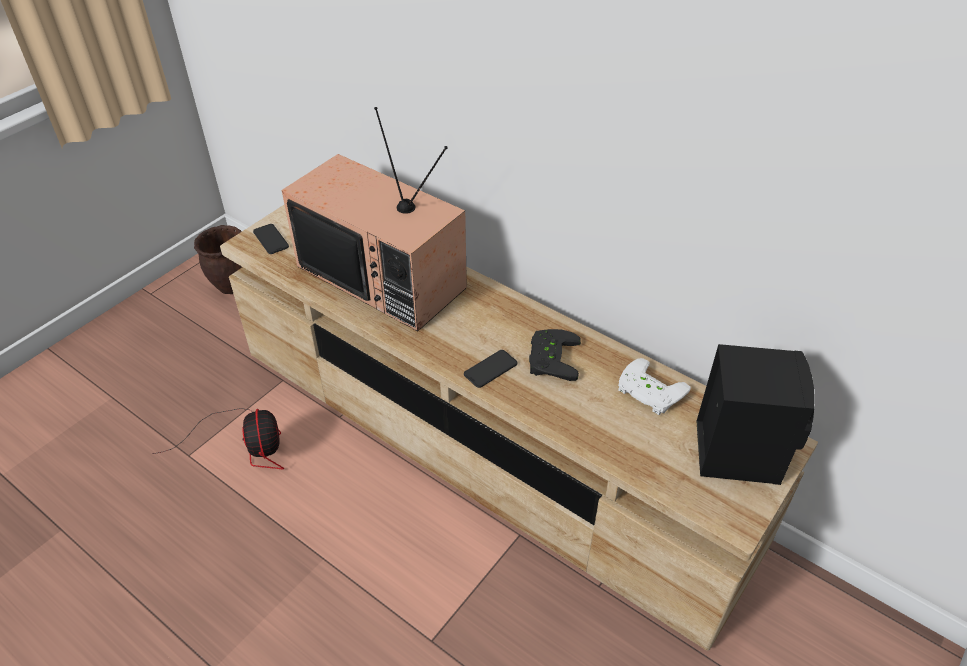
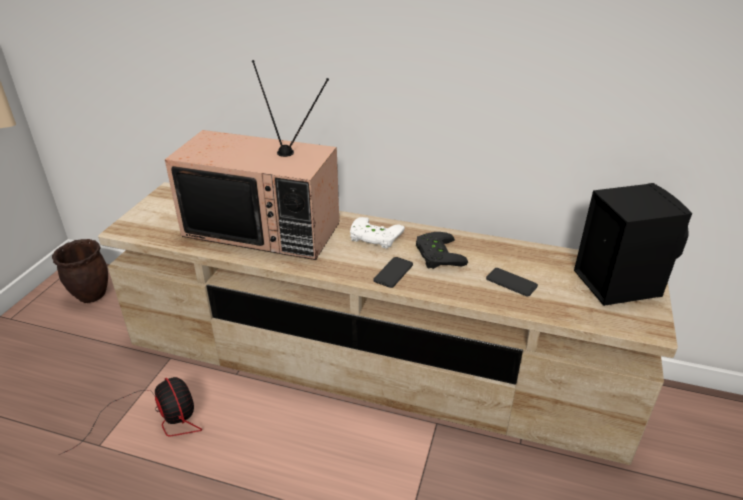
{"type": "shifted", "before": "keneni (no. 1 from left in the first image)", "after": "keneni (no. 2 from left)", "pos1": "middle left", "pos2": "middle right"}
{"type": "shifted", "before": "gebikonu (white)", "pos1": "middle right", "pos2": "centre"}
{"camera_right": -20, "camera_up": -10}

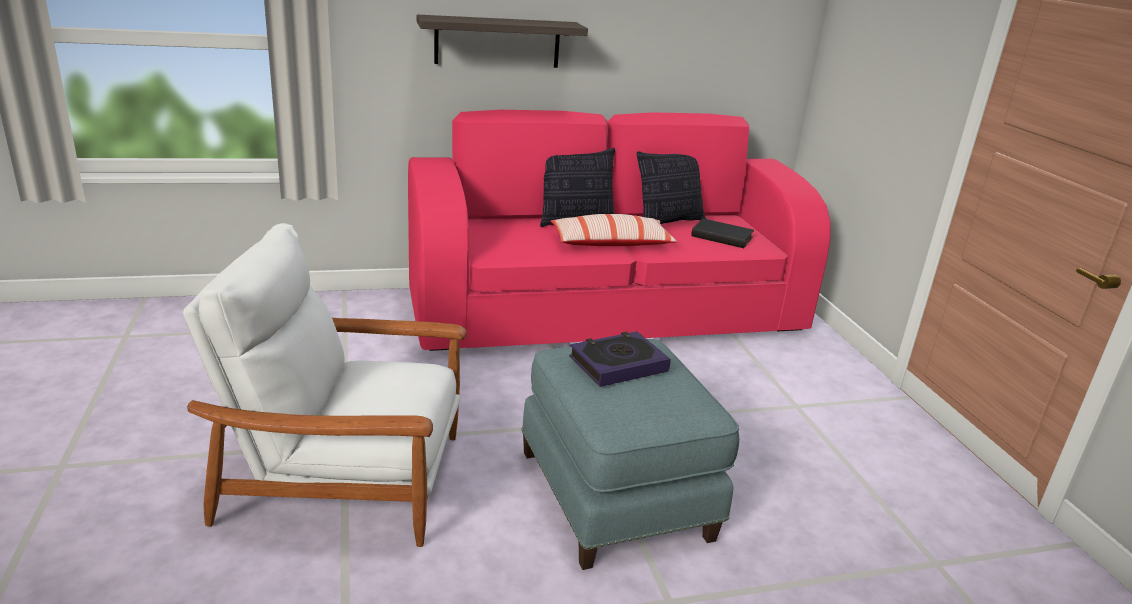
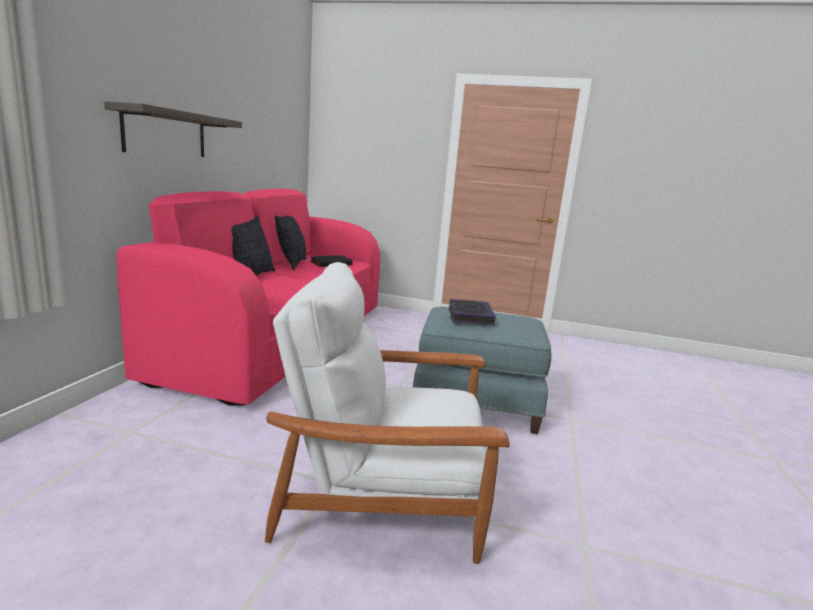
{"type": "gone", "before": "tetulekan (no. 2 from left)", "pos1": "centre"}
{"type": "rotated", "before": "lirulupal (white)", "pos1": "middle left", "pos2": "bottom centre", "turn": 60}
{"camera_right": -60, "camera_up": -10}

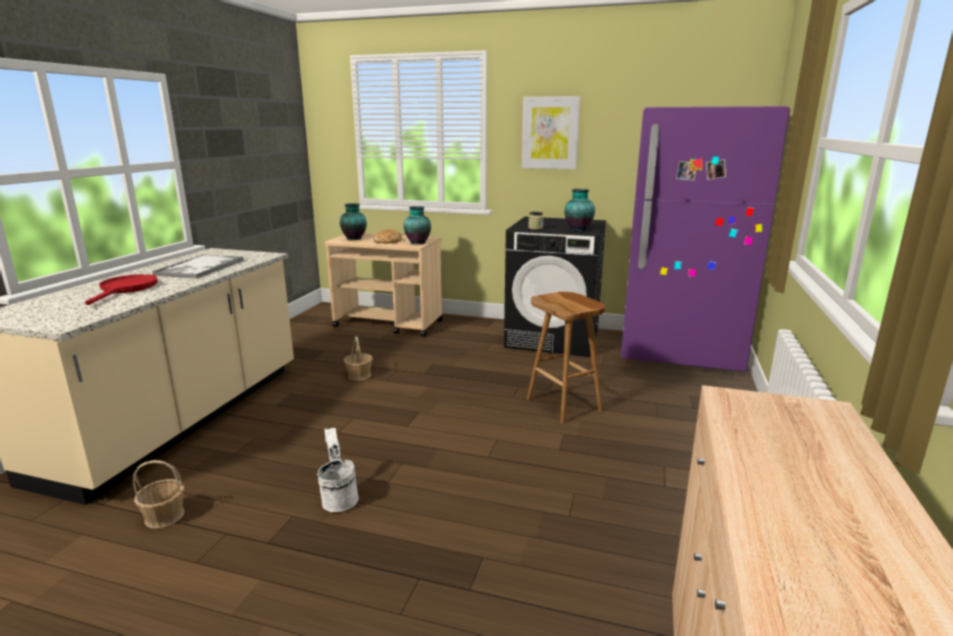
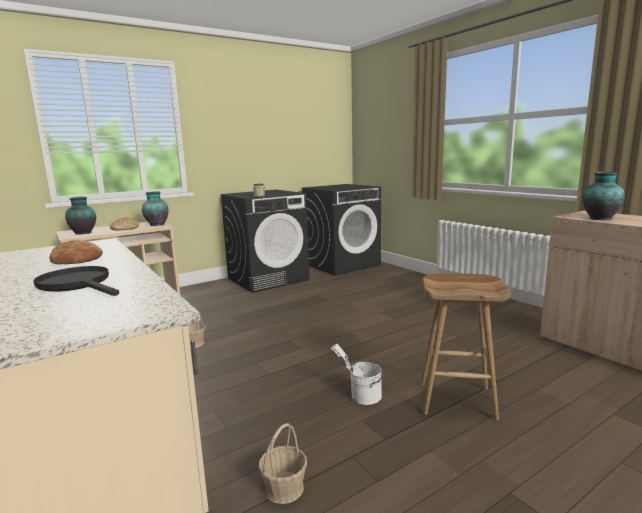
{"type": "gone", "before": "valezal", "pos1": "top centre"}
{"type": "swapped", "before": "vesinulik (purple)", "after": "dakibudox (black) (no. 2 from left)", "pos1": "middle right", "pos2": "centre"}
{"type": "shifted", "before": "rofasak (no. 3 from left)", "pos1": "top centre", "pos2": "middle right"}
{"type": "swapped", "before": "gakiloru", "after": "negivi (no. 1 from left)", "pos1": "middle left", "pos2": "middle left"}
{"type": "repainted", "before": "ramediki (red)", "after": "ramediki (black)", "pos1": "middle left", "pos2": "middle left"}
{"type": "shifted", "before": "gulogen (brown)", "pos1": "centre", "pos2": "bottom right"}
{"camera_right": -50, "camera_up": -5}

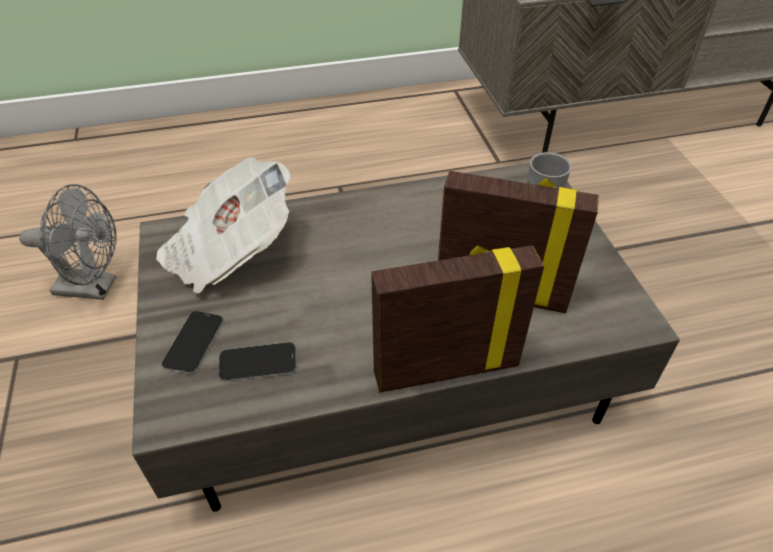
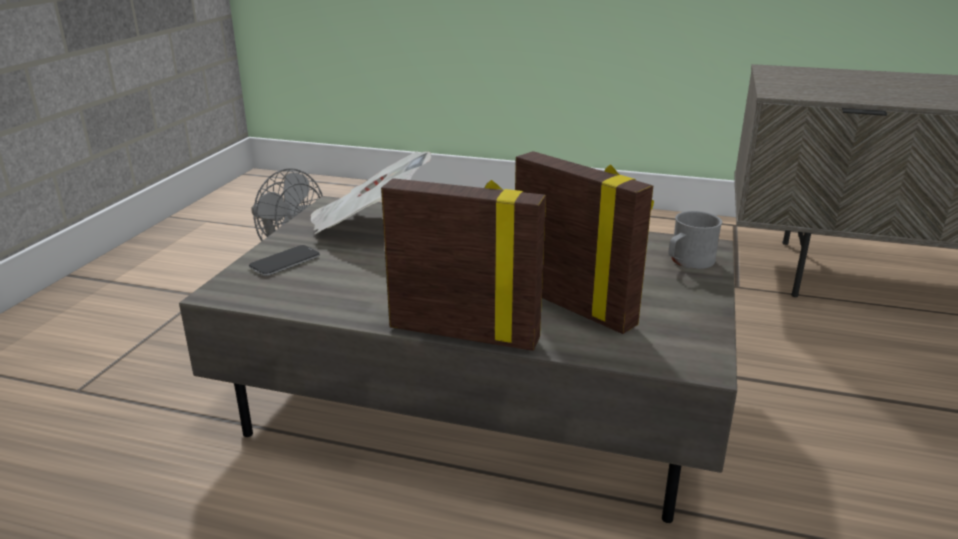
{"type": "gone", "before": "keneni (no. 2 from left)", "pos1": "middle left"}
{"camera_right": 30, "camera_up": -20}

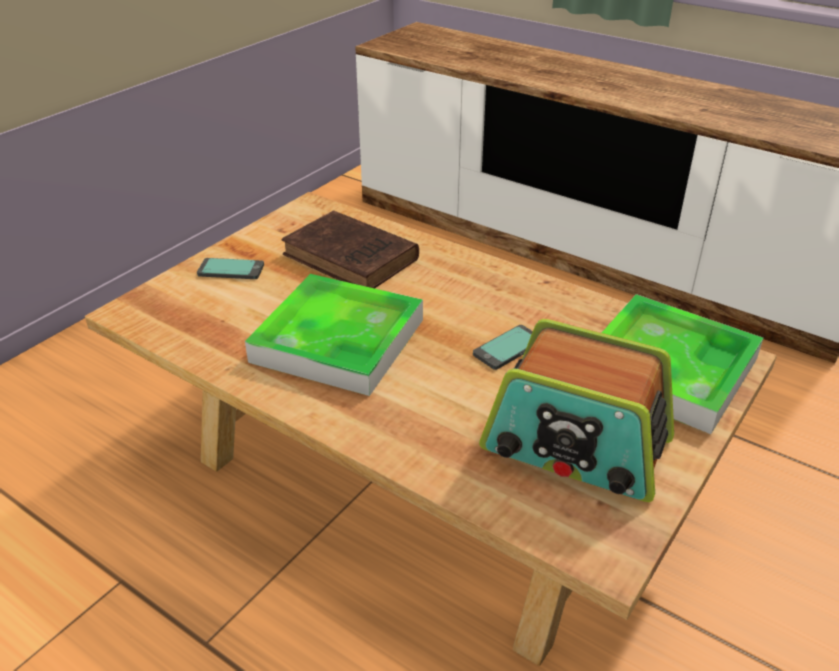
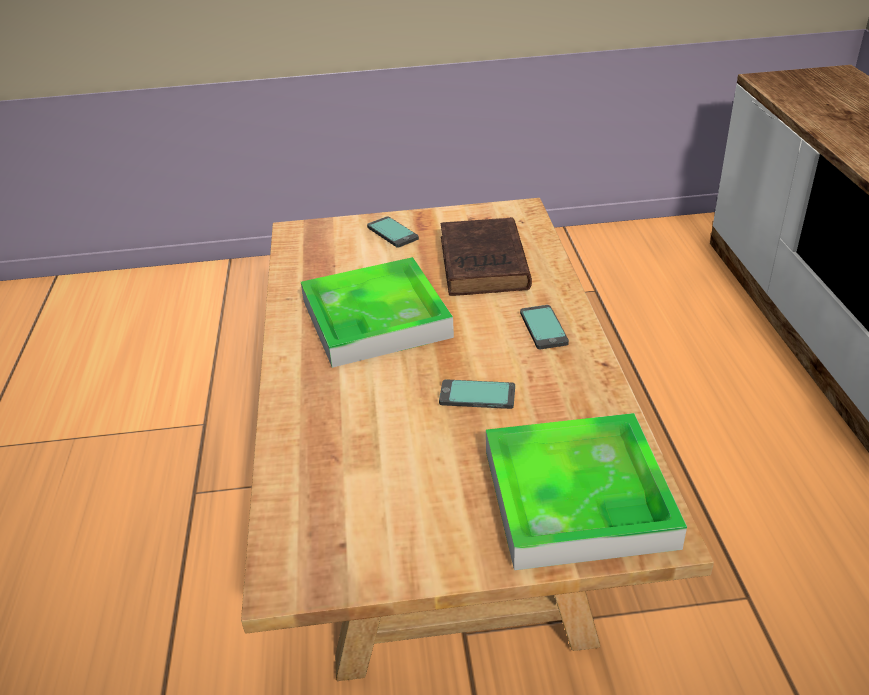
{"type": "gone", "before": "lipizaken", "pos1": "middle right"}
{"type": "new", "after": "keneni (no. 3 from left)", "pos2": "centre"}
{"camera_right": 50, "camera_up": 0}

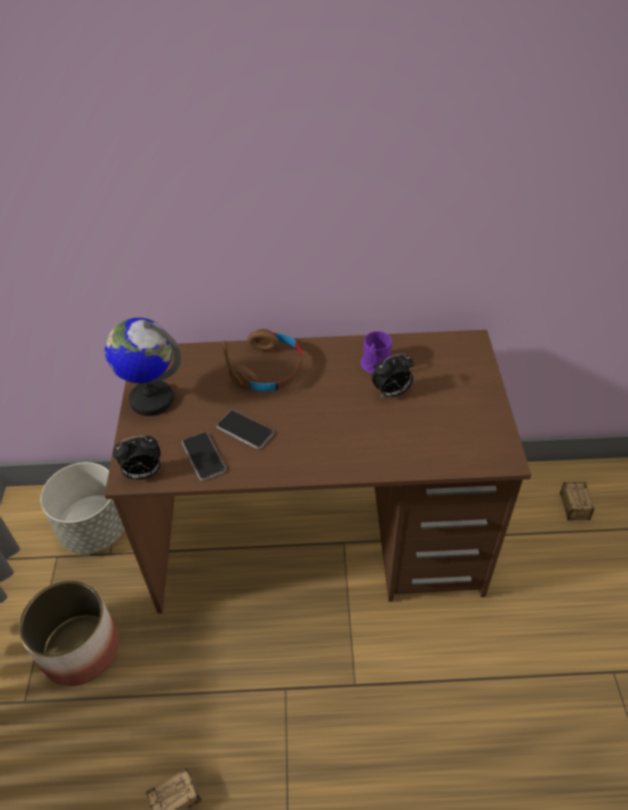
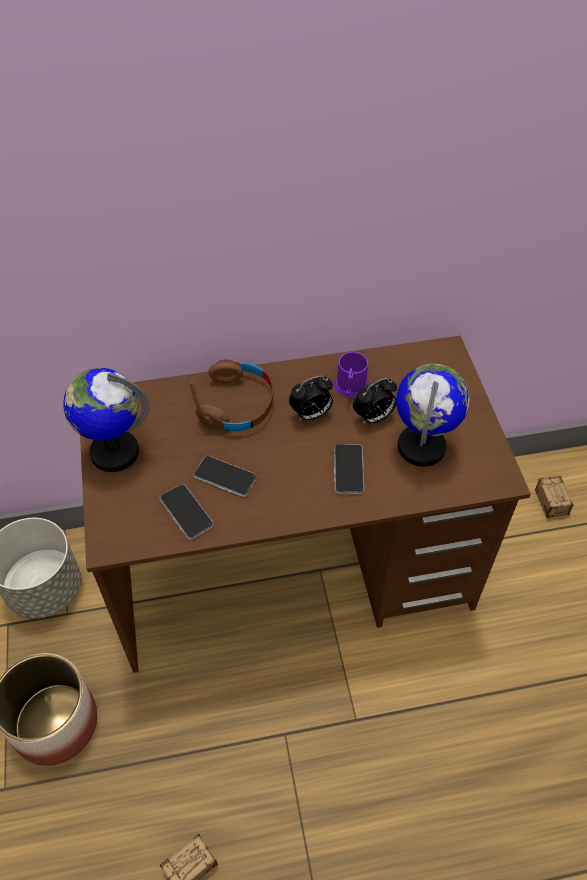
{"type": "shifted", "before": "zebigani (no. 1 from left)", "pos1": "middle left", "pos2": "centre"}
{"type": "new", "after": "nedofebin (no. 2 from left)", "pos2": "middle right"}
{"type": "new", "after": "keneni (no. 3 from left)", "pos2": "centre"}
{"camera_right": -10, "camera_up": 5}

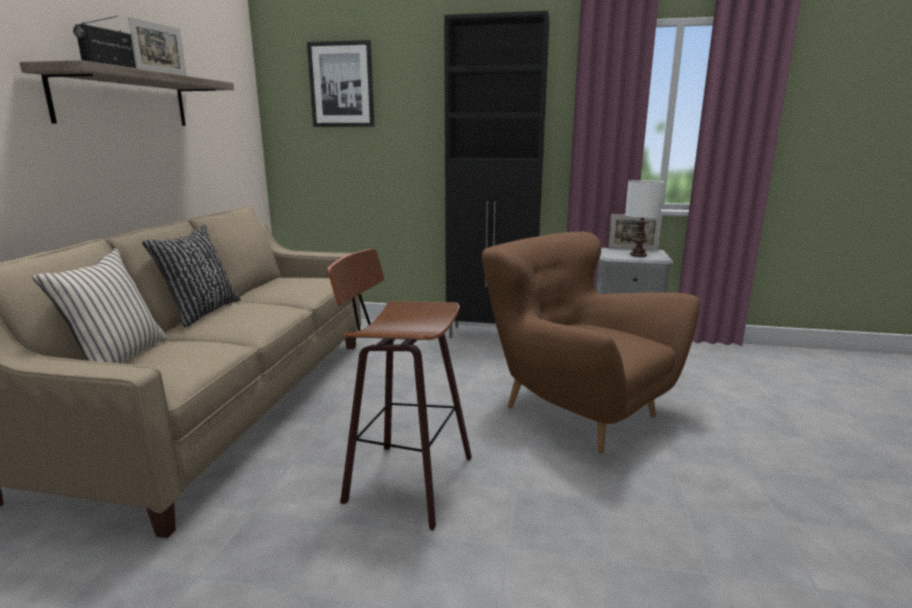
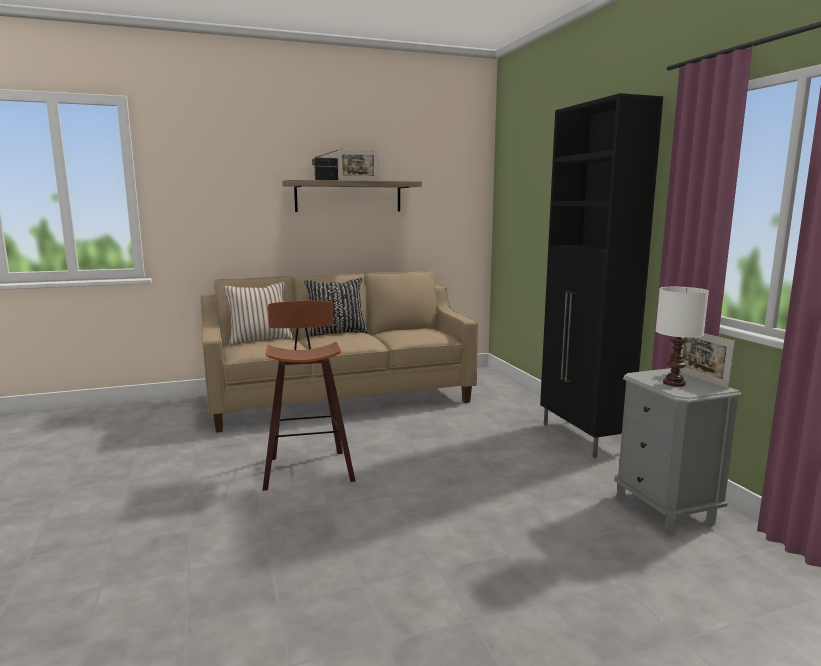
{"type": "gone", "before": "valezal", "pos1": "top centre"}
{"type": "gone", "before": "lirulupal (brown)", "pos1": "centre"}
{"camera_right": 60, "camera_up": -5}

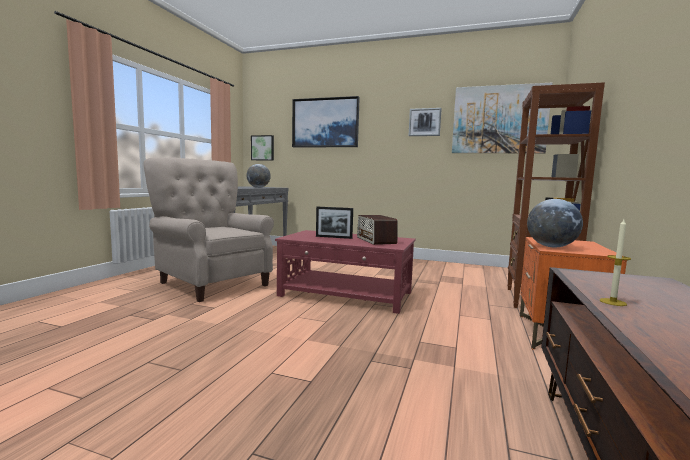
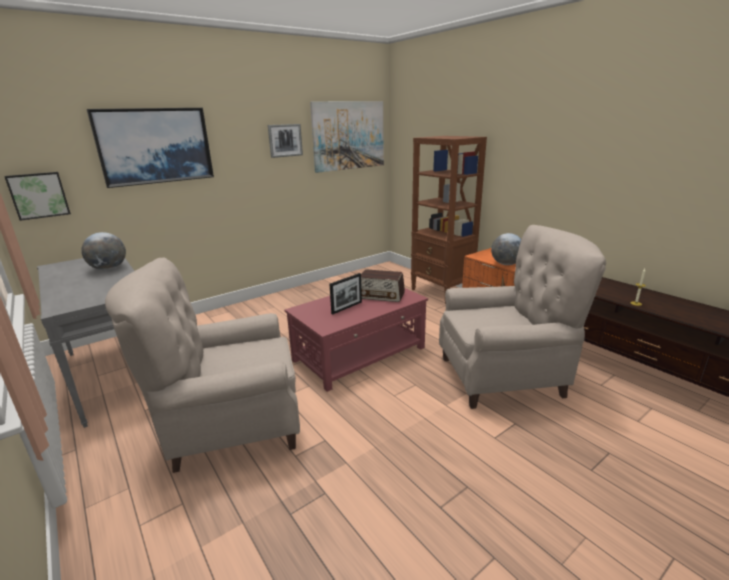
{"type": "new", "after": "lirulupal (beige) (no. 2 from left)", "pos2": "middle right"}
{"camera_right": -55, "camera_up": 15}

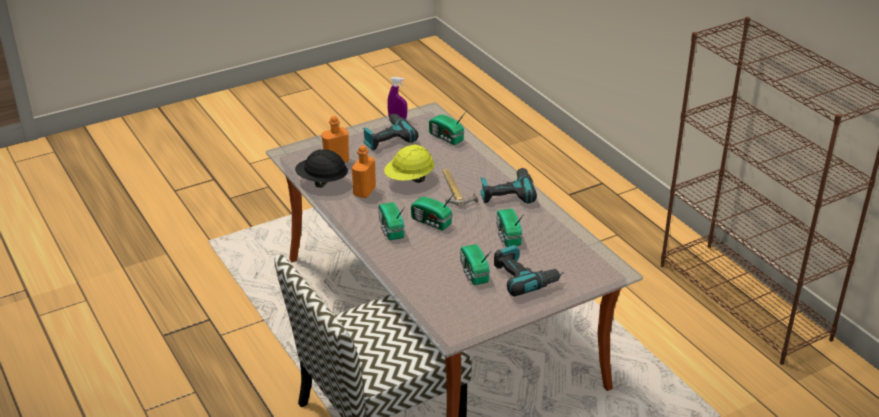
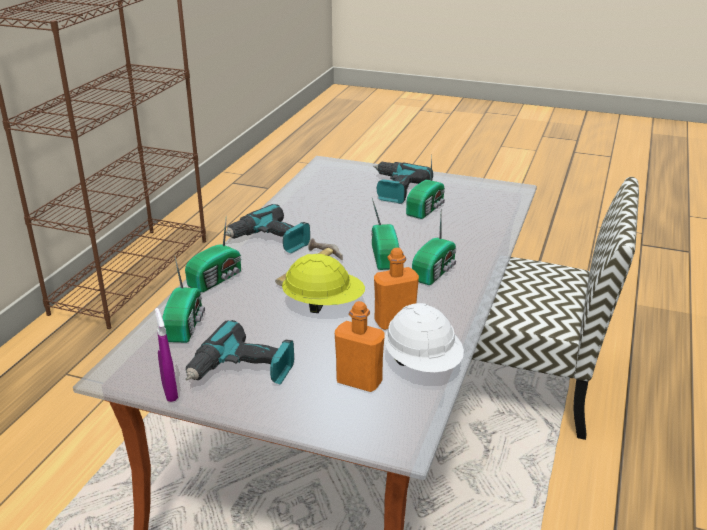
{"type": "repainted", "before": "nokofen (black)", "after": "nokofen (white)", "pos1": "centre", "pos2": "centre"}
{"type": "shifted", "before": "lipizaken (no. 5 from left in the first image)", "after": "lipizaken (no. 2 from left)", "pos1": "centre", "pos2": "middle left"}
{"camera_right": -130, "camera_up": -5}

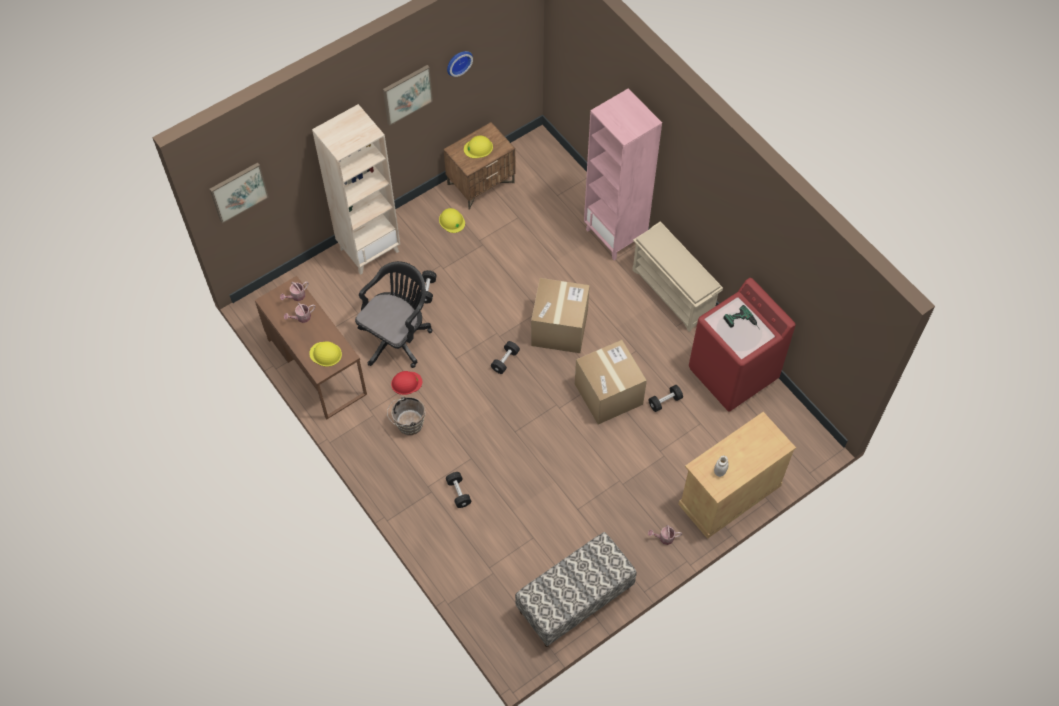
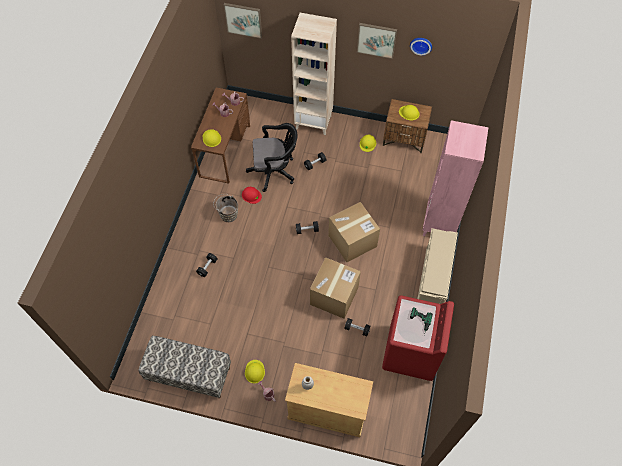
{"type": "new", "after": "nokofen (yellow) (no. 2 from left)", "pos2": "bottom centre"}
{"camera_right": 50, "camera_up": 0}

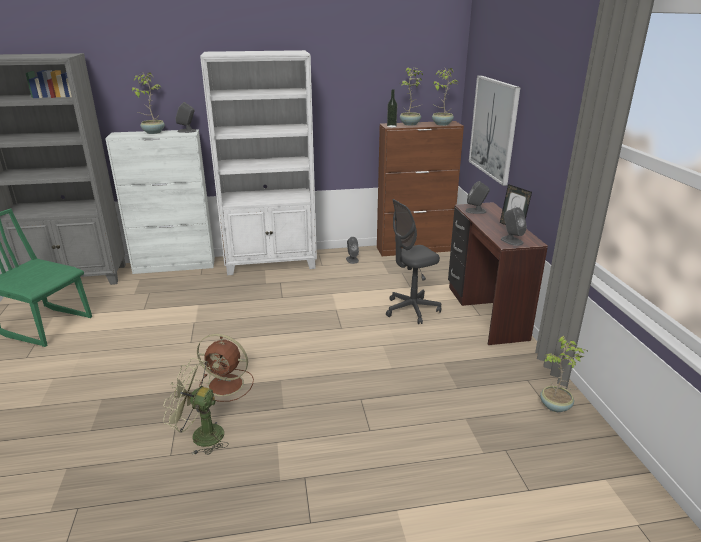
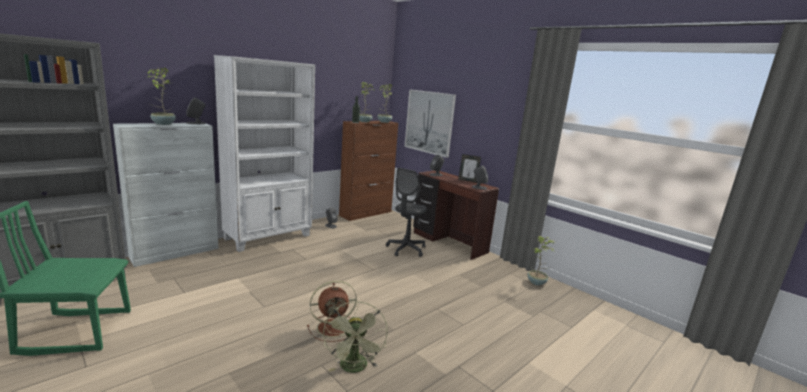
{"type": "rotated", "before": "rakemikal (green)", "pos1": "bottom left", "pos2": "bottom centre", "turn": -75}
{"camera_right": -35, "camera_up": -10}

